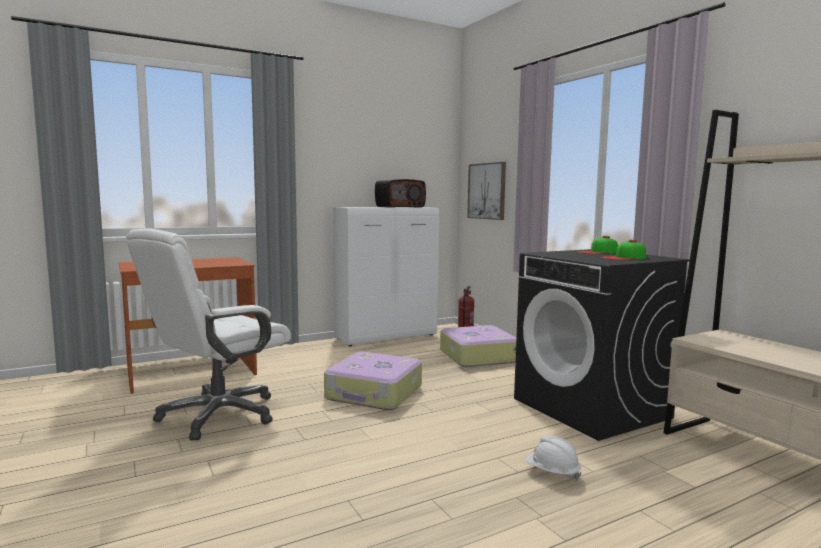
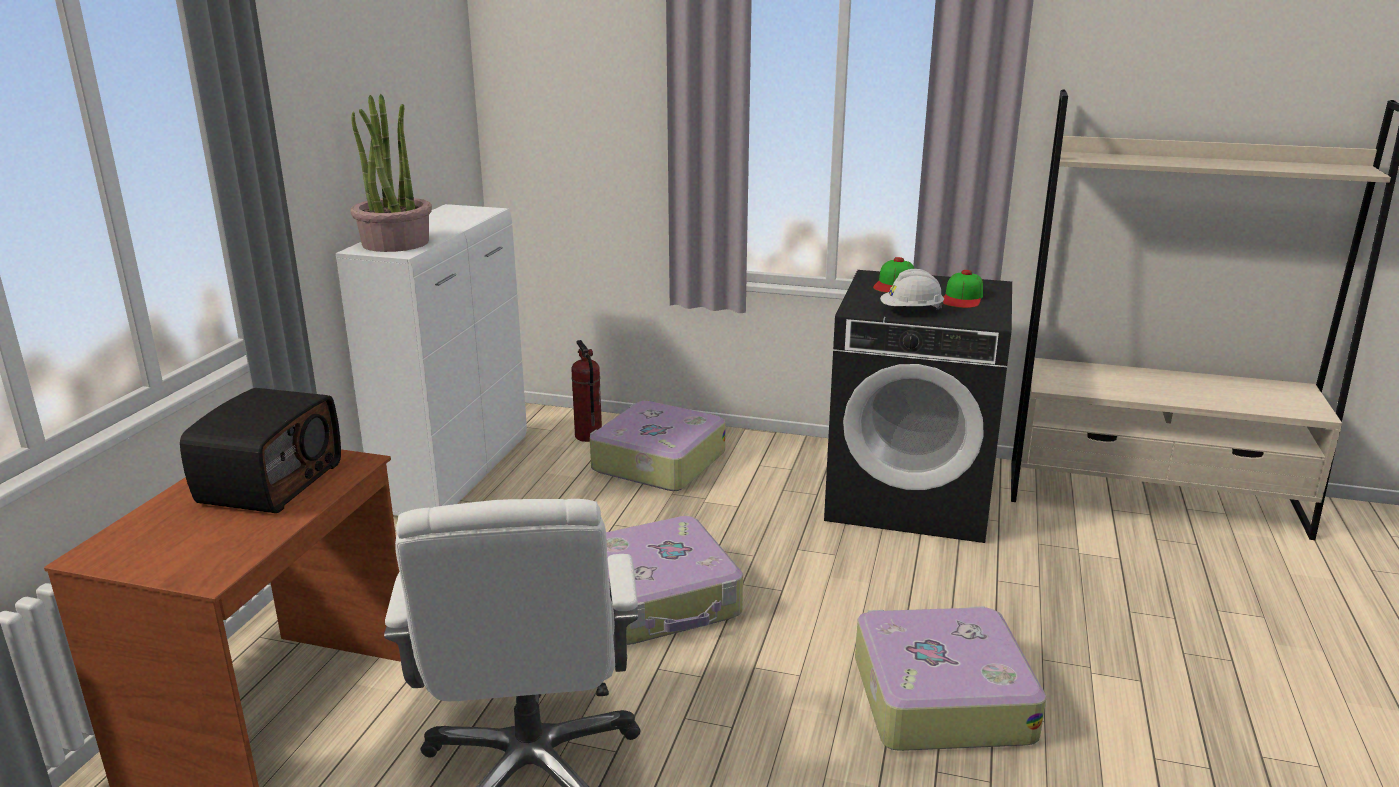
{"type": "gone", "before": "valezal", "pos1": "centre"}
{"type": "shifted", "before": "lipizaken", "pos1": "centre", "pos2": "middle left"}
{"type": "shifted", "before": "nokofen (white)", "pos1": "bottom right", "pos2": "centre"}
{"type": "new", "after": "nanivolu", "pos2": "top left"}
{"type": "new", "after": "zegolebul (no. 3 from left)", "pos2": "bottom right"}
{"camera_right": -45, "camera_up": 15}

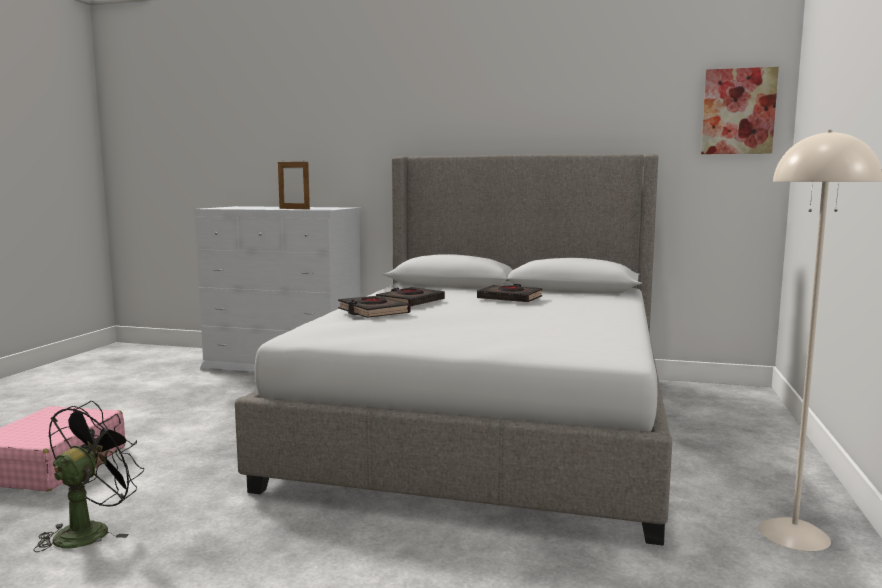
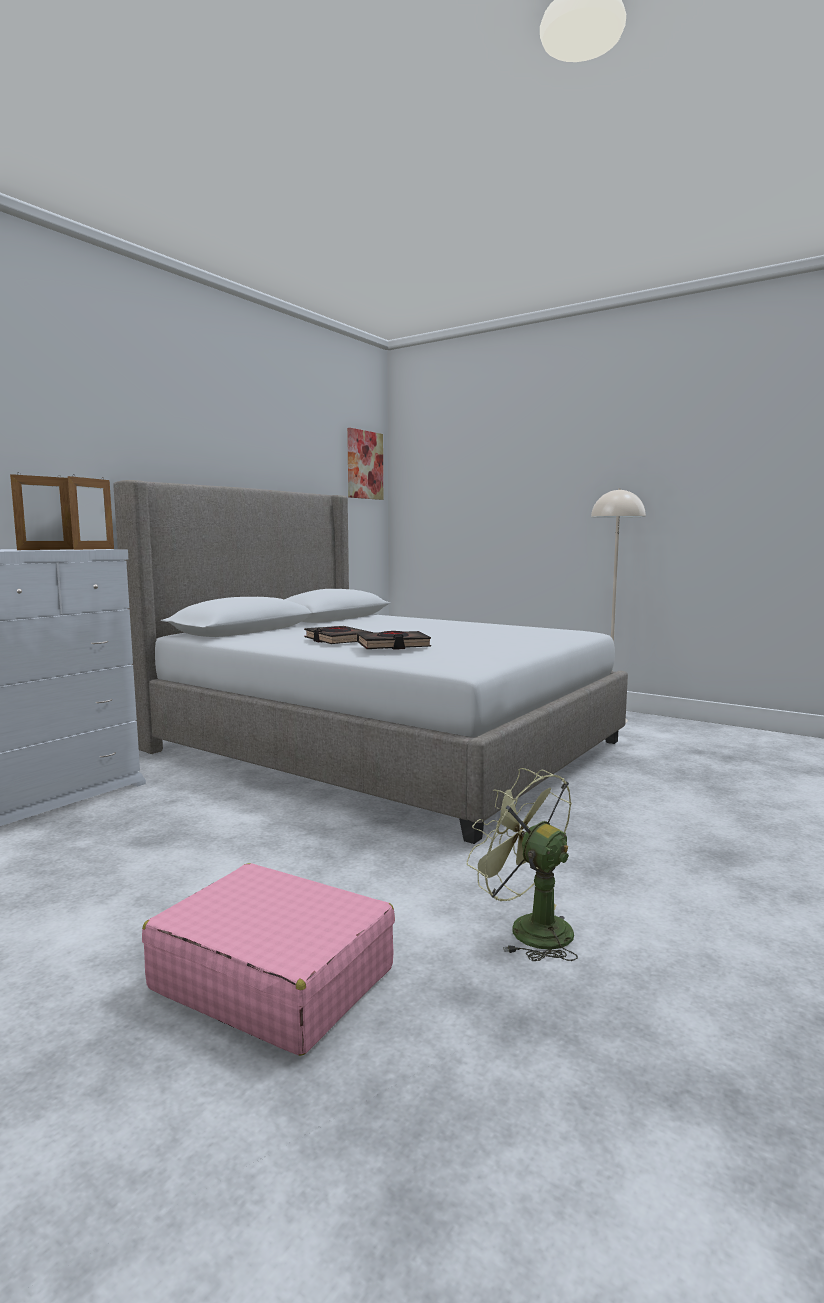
{"type": "gone", "before": "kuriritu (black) (no. 3 from left)", "pos1": "centre"}
{"type": "repainted", "before": "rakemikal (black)", "after": "rakemikal (green)", "pos1": "bottom left", "pos2": "centre"}
{"type": "new", "after": "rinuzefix (no. 2 from left)", "pos2": "middle left"}
{"camera_right": -70, "camera_up": 0}

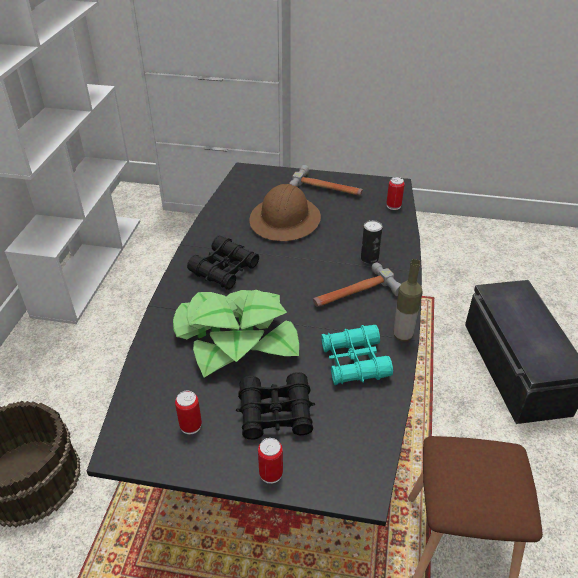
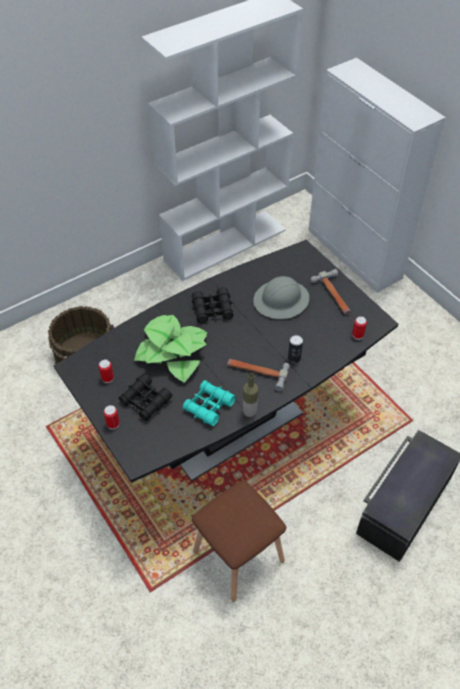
{"type": "repainted", "before": "nokofen (brown)", "after": "nokofen (grey)", "pos1": "centre", "pos2": "centre"}
{"camera_right": 45, "camera_up": 10}

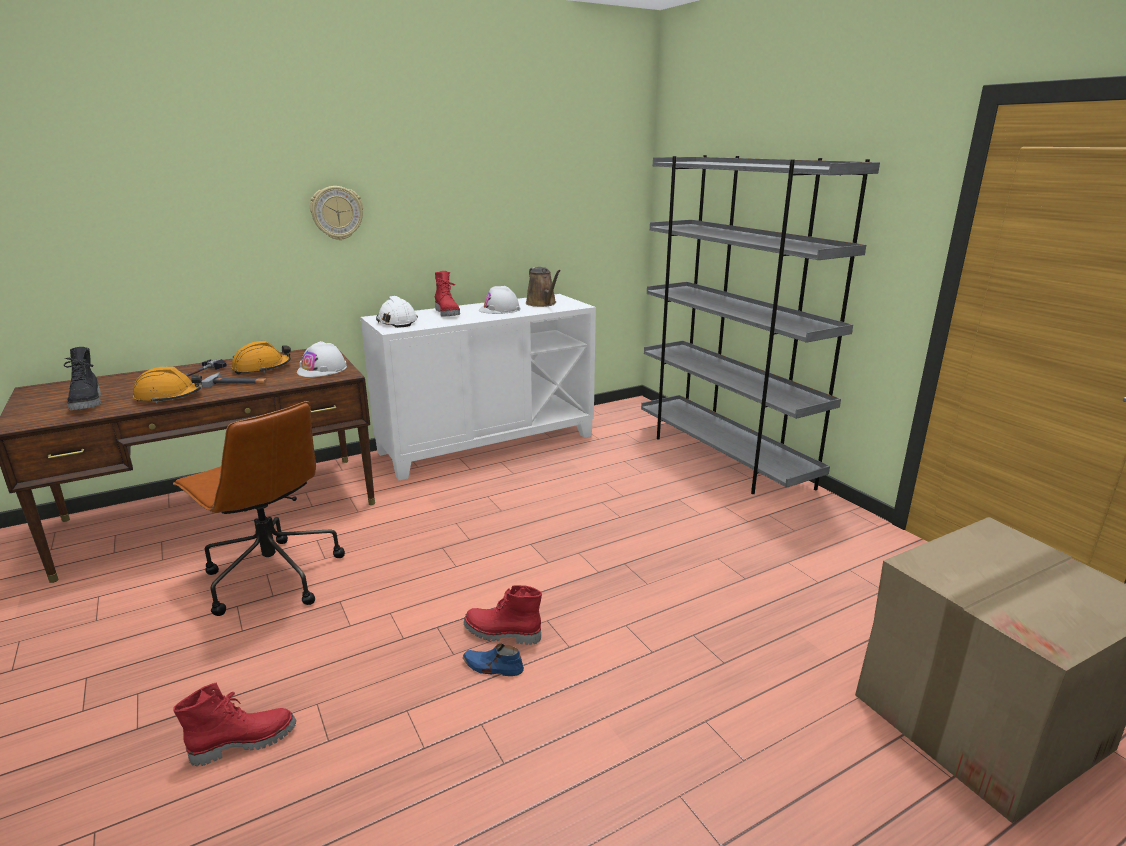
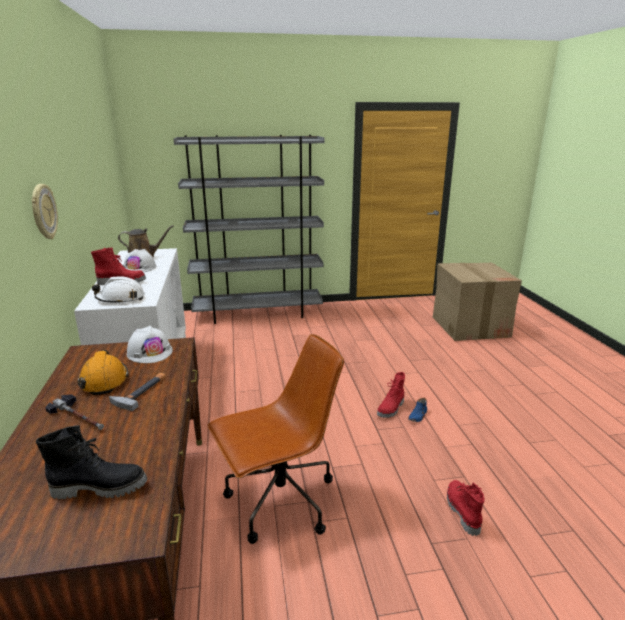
{"type": "gone", "before": "nokofen (orange) (no. 1 from left)", "pos1": "middle left"}
{"camera_right": -70, "camera_up": 0}

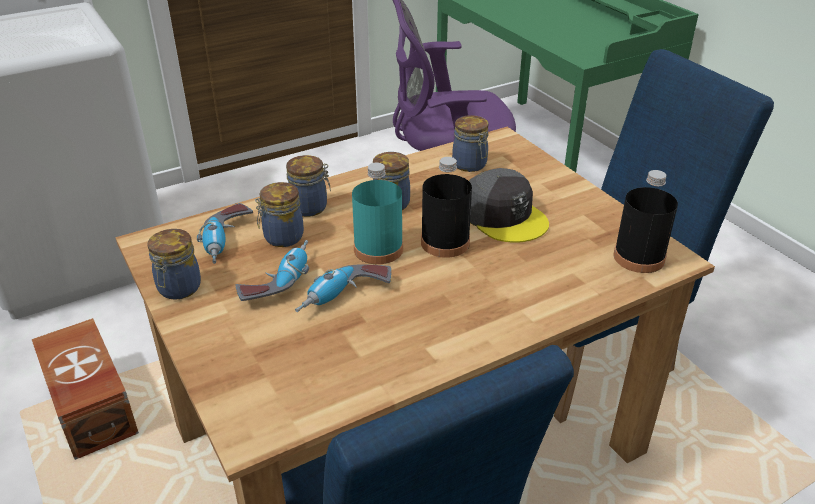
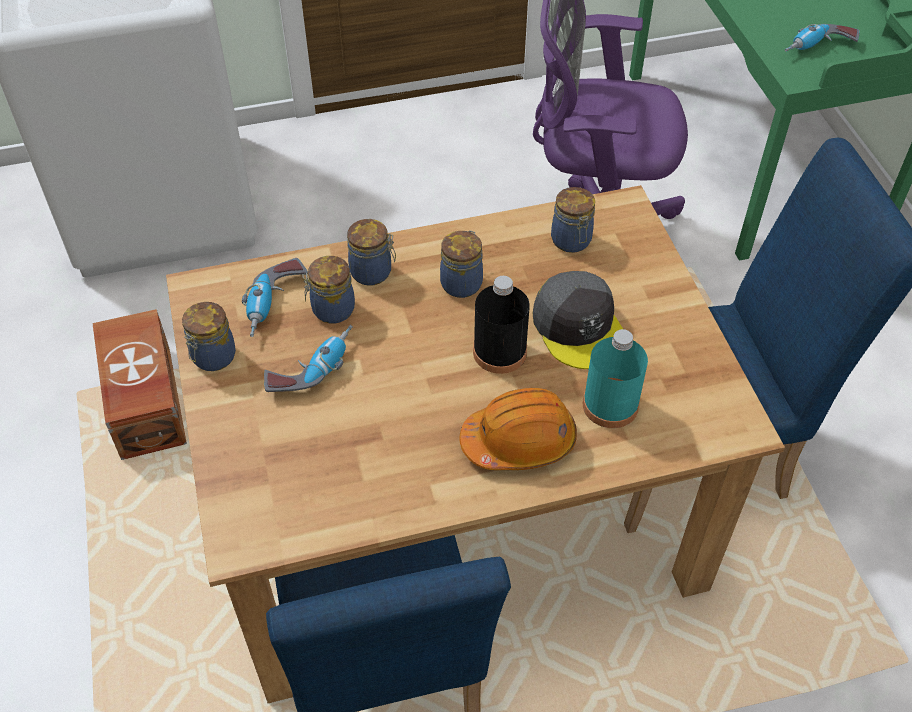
{"type": "shifted", "before": "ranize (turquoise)", "pos1": "centre", "pos2": "middle right"}
{"type": "gone", "before": "ranize (black) (no. 2 from left)", "pos1": "middle right"}
{"type": "shifted", "before": "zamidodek (no. 3 from left)", "pos1": "centre", "pos2": "top right"}
{"type": "new", "after": "nokofen (orange)", "pos2": "centre"}
{"camera_right": 15, "camera_up": 15}

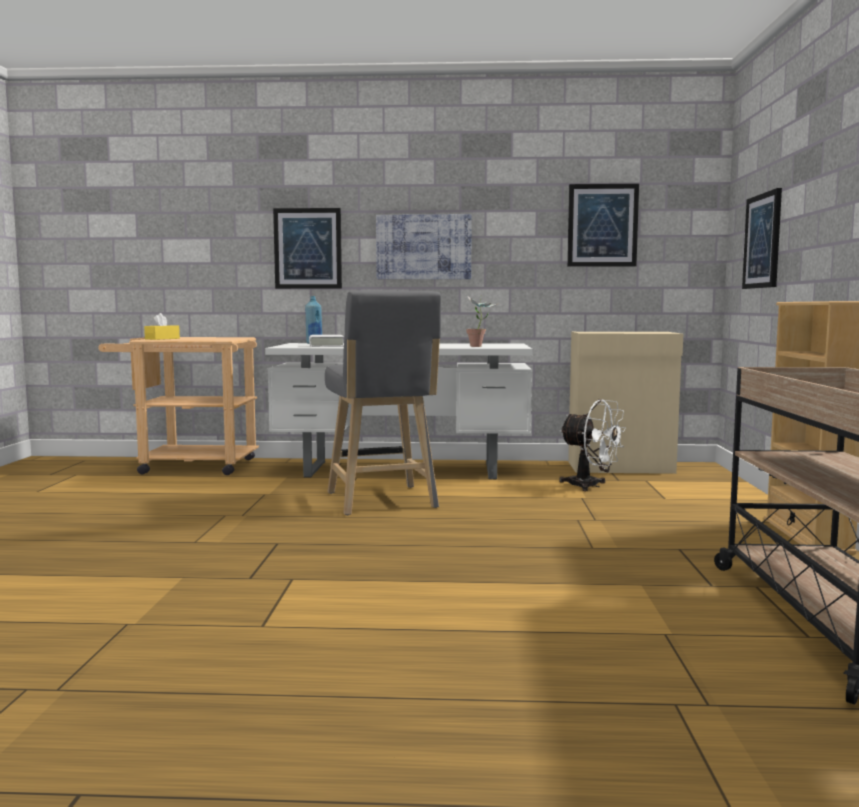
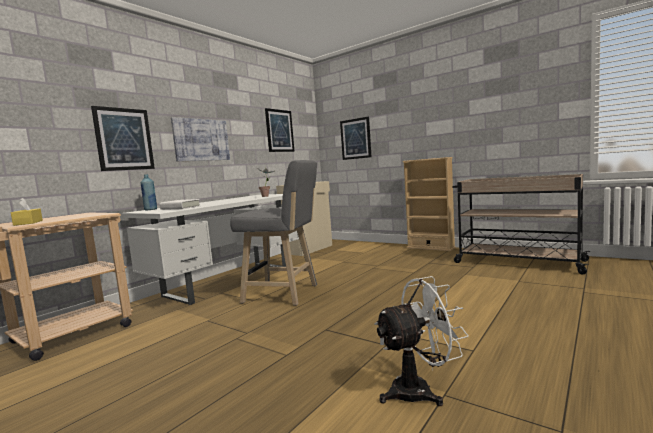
{"type": "shifted", "before": "rakemikal (white)", "pos1": "middle right", "pos2": "bottom centre"}
{"camera_right": -55, "camera_up": 0}

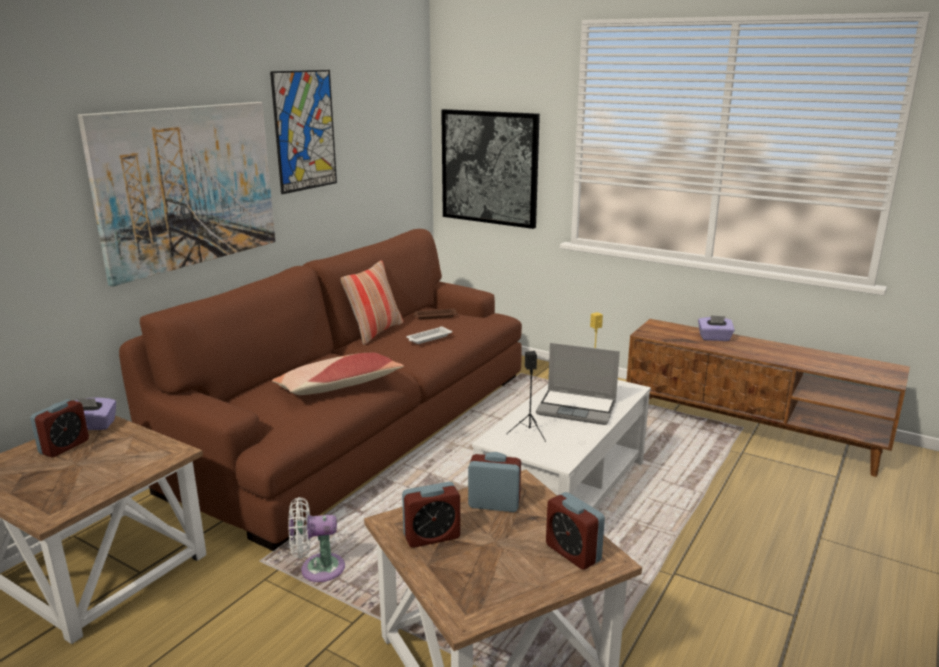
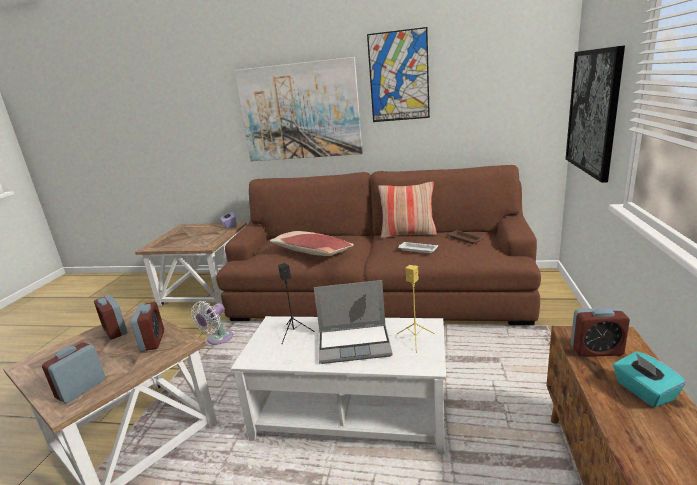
{"type": "repainted", "before": "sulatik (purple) (no. 2 from left)", "after": "sulatik (turquoise)", "pos1": "middle right", "pos2": "bottom right"}
{"type": "rotated", "before": "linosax", "pos1": "centre", "pos2": "centre", "turn": -90}
{"type": "shifted", "before": "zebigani (no. 1 from left in the first image)", "after": "zebigani (no. 4 from left)", "pos1": "middle left", "pos2": "bottom right"}
{"type": "rotated", "before": "rakemikal (white)", "pos1": "bottom centre", "pos2": "middle left", "turn": -120}
{"camera_right": 70, "camera_up": 0}

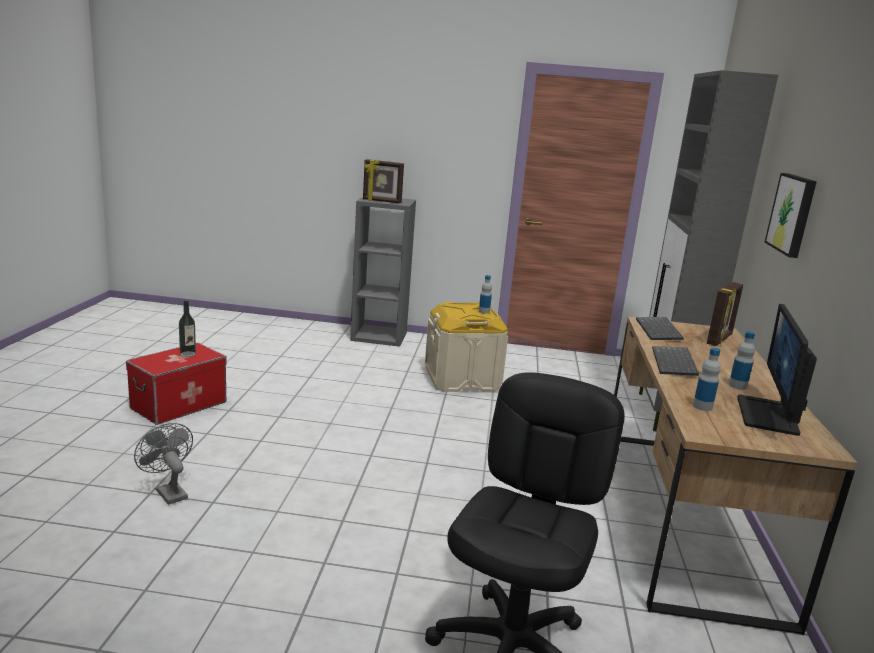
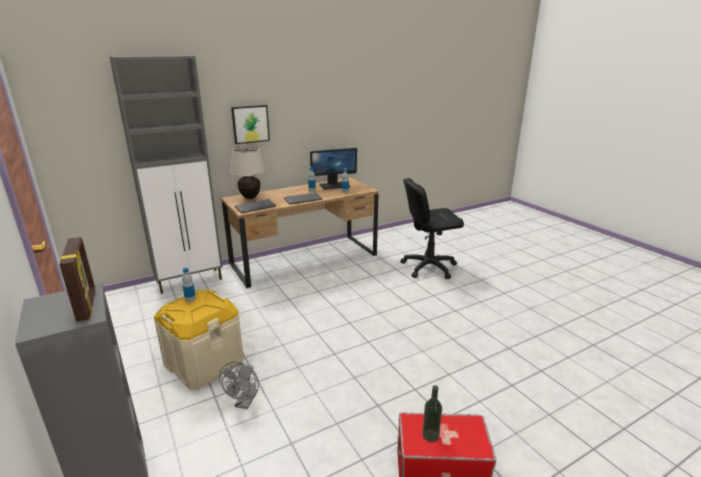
{"type": "swapped", "before": "rinuzefix (no. 2 from left)", "after": "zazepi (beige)", "pos1": "middle right", "pos2": "centre"}
{"type": "shifted", "before": "rakemikal (grey)", "pos1": "bottom left", "pos2": "bottom centre"}
{"camera_right": -125, "camera_up": 5}

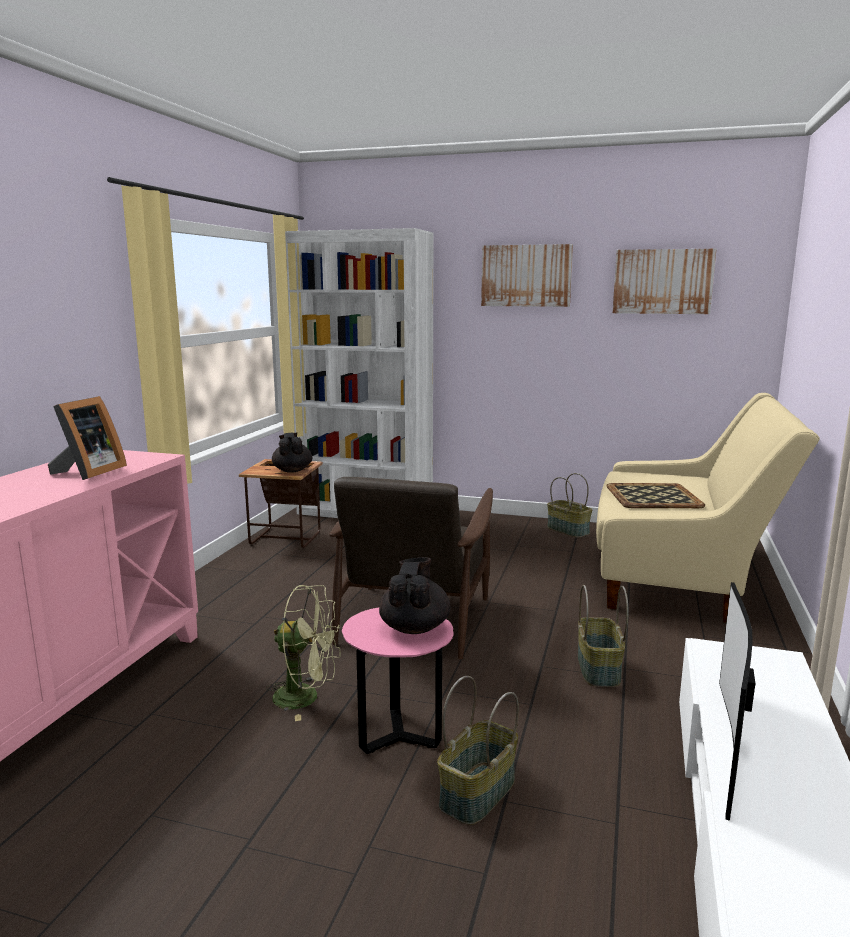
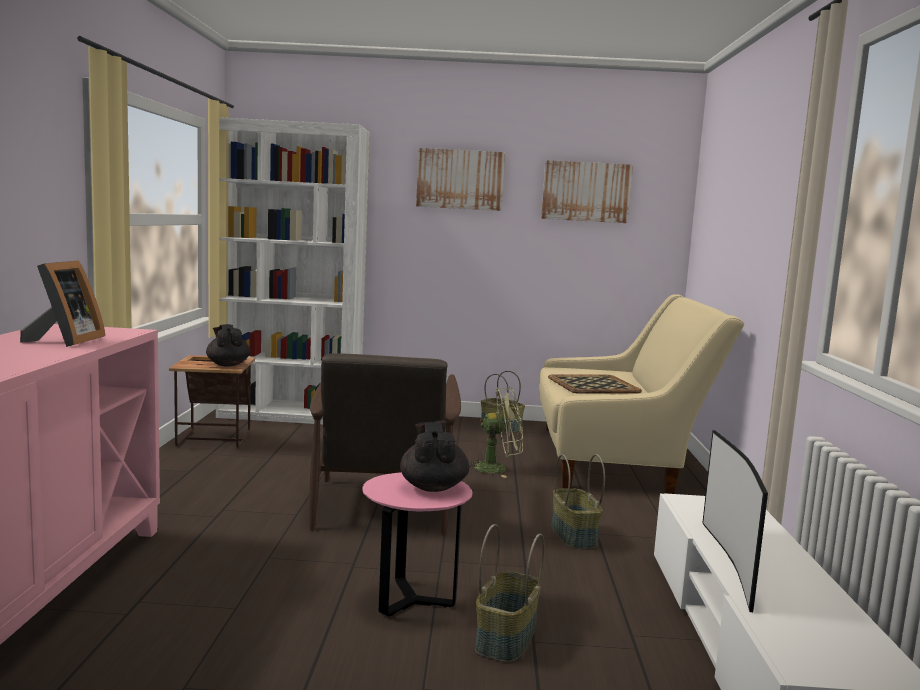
{"type": "shifted", "before": "rakemikal (green)", "pos1": "bottom centre", "pos2": "centre"}
{"camera_right": -15, "camera_up": -5}

